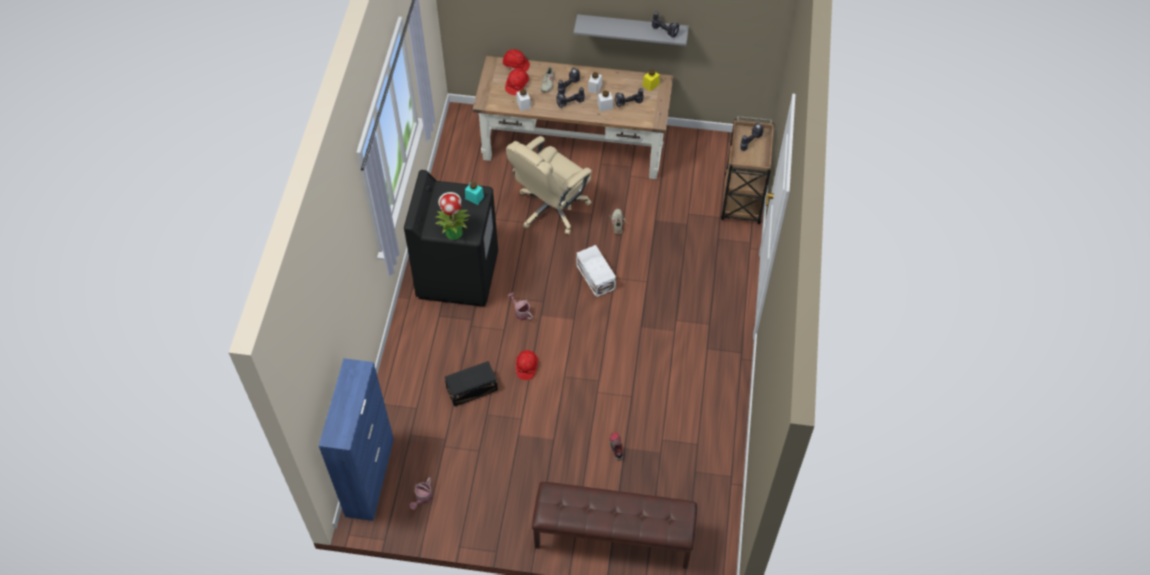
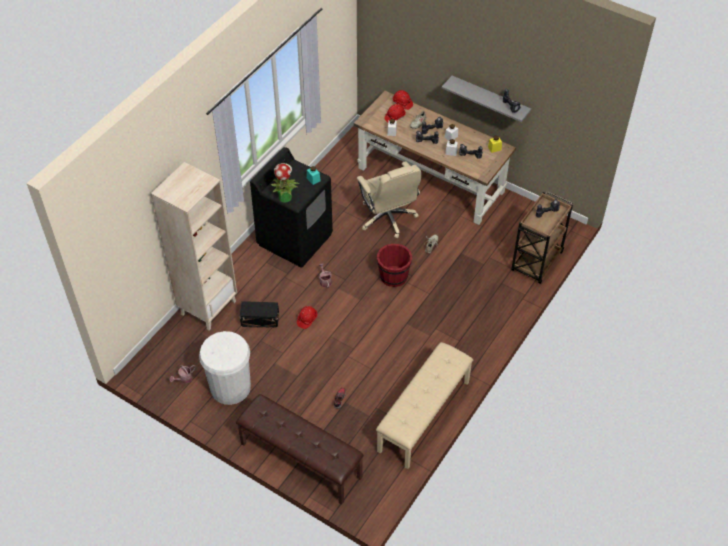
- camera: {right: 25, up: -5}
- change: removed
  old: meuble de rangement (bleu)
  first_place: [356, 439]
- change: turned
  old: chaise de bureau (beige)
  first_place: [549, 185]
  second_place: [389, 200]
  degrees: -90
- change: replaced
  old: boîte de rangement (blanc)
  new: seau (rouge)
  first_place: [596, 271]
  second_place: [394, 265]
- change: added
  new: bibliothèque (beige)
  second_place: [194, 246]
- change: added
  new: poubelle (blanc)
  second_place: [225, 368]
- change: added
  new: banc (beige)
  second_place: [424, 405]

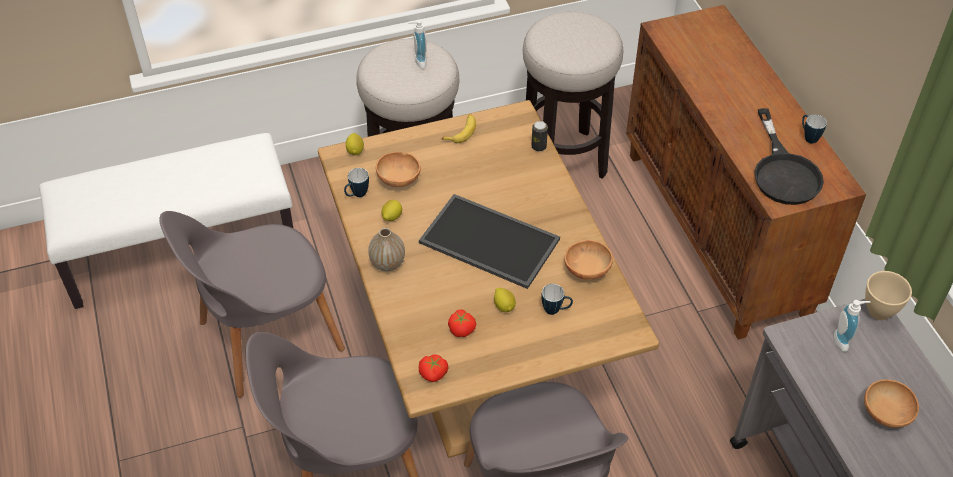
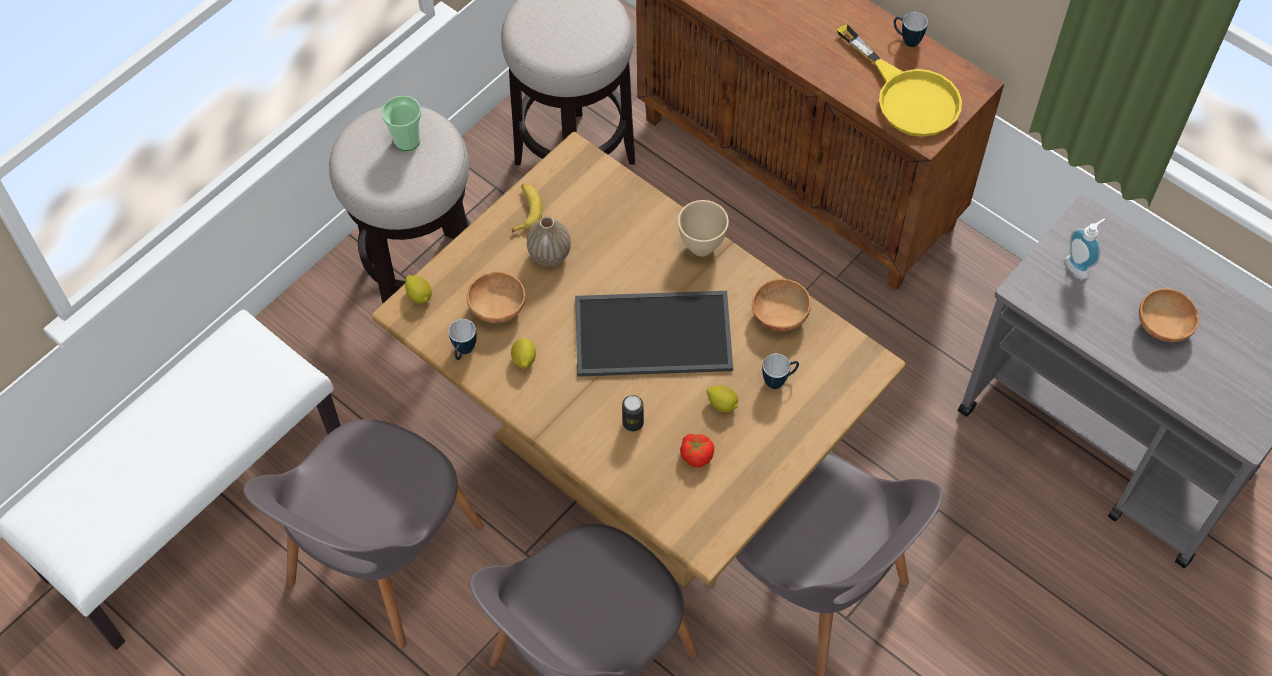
- camera: {right: -30, up: 10}
- change: moved
  old: vase
  first_place: [386, 249]
  second_place: [549, 241]
- change: replaced
  old: distributeur de savon
  new: tasse
  first_place: [417, 44]
  second_place: [401, 123]
- change: removed
  old: tomate
  first_place: [434, 368]
- change: moved
  old: boîte métallique
  first_place: [539, 136]
  second_place: [633, 413]
- change: recoloured
  old: poêle (noir)
  new: poêle (jaune)
  first_place: [789, 156]
  second_place: [899, 80]
- change: moved
  old: bol (beige)
  first_place: [888, 295]
  second_place: [703, 228]

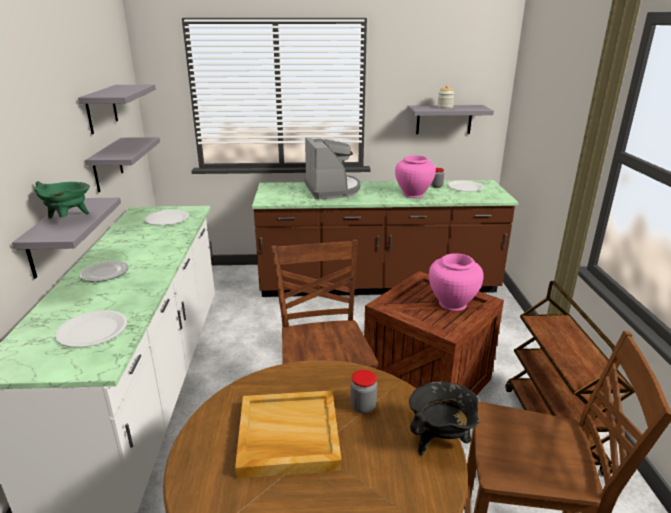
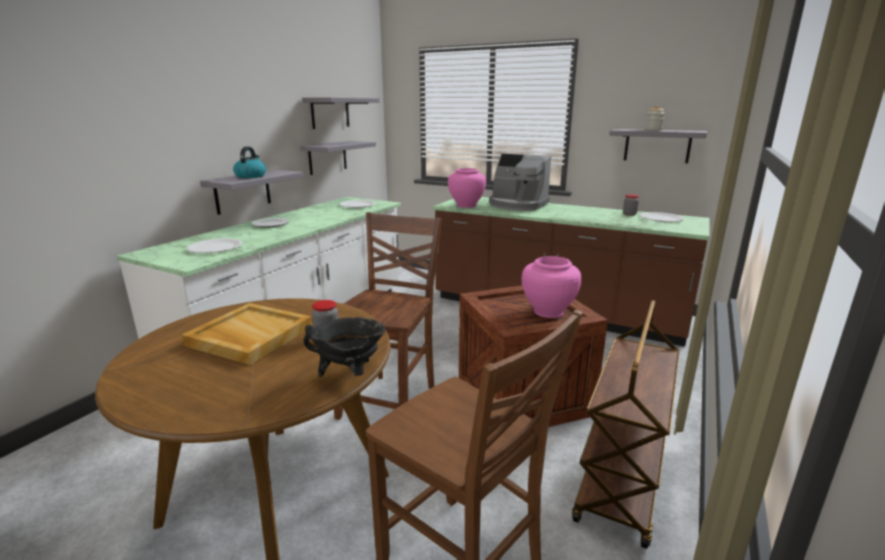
- camera: {right: 30, up: -5}
- change: replaced
  old: marmite (vert)
  new: bouilloire
  first_place: [62, 200]
  second_place: [249, 162]
- change: turned
  old: machine à café
  first_place: [332, 168]
  second_place: [520, 182]
  degrees: 105
- change: moved
  old: vase (rose)
  first_place: [415, 176]
  second_place: [467, 188]

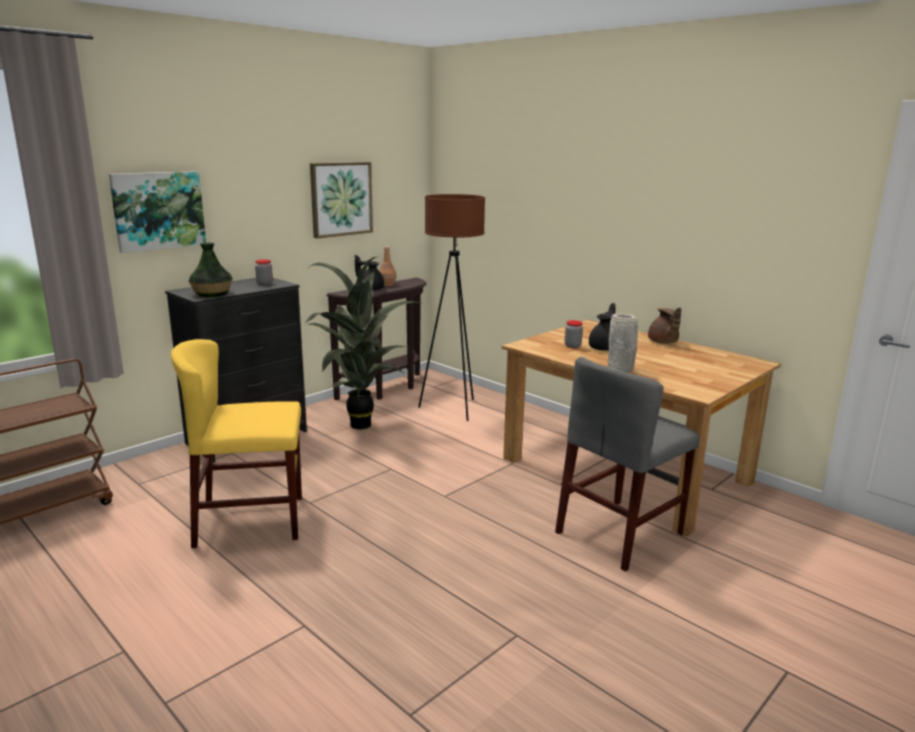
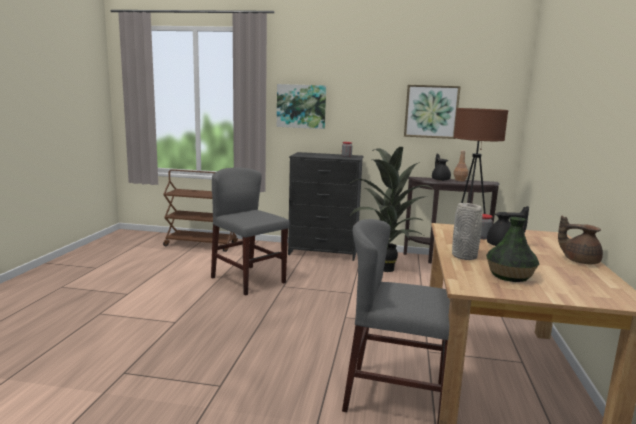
- camera: {right: 55, up: -5}
- change: recoloured
  old: chaise (jaune)
  new: chaise (gris)
  first_place: [236, 443]
  second_place: [250, 232]
- change: moved
  old: vase
  first_place: [211, 270]
  second_place: [512, 249]
- change: turned
  old: théière (marron)
  first_place: [664, 326]
  second_place: [580, 239]
  degrees: 75

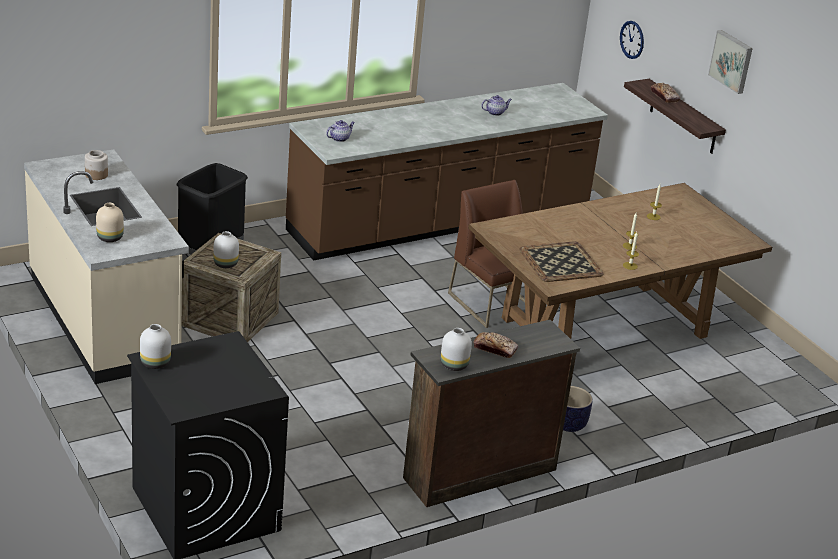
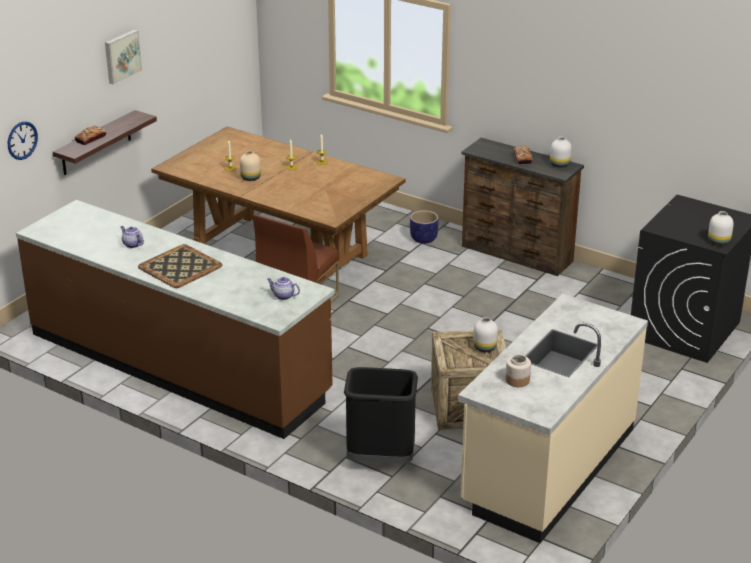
- camera: {right: -115, up: 0}
- change: moved
  old: vase (beige)
  first_place: [110, 222]
  second_place: [250, 166]
- change: moved
  old: plateau
  first_place: [561, 262]
  second_place: [180, 266]

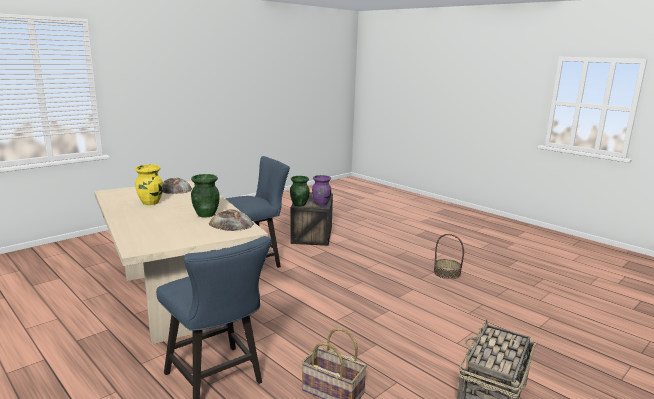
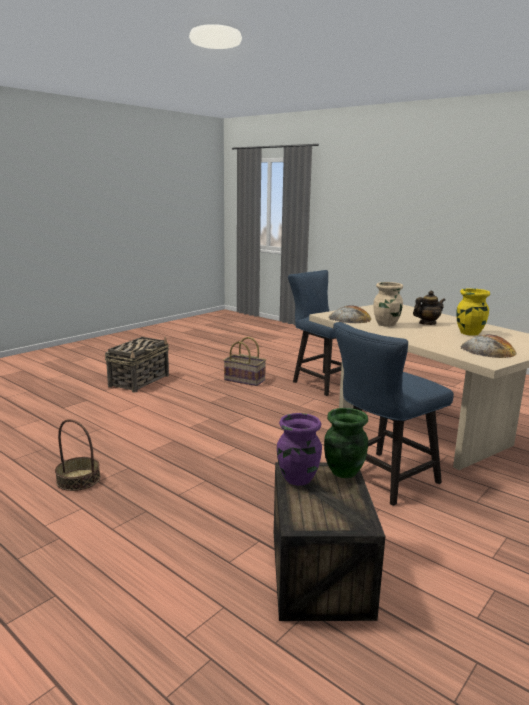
- camera: {right: 175, up: 0}
- change: recoloured
  old: vase (vert)
  new: vase (beige)
  first_place: [205, 195]
  second_place: [388, 304]
- change: added
  new: théière
  second_place: [429, 308]

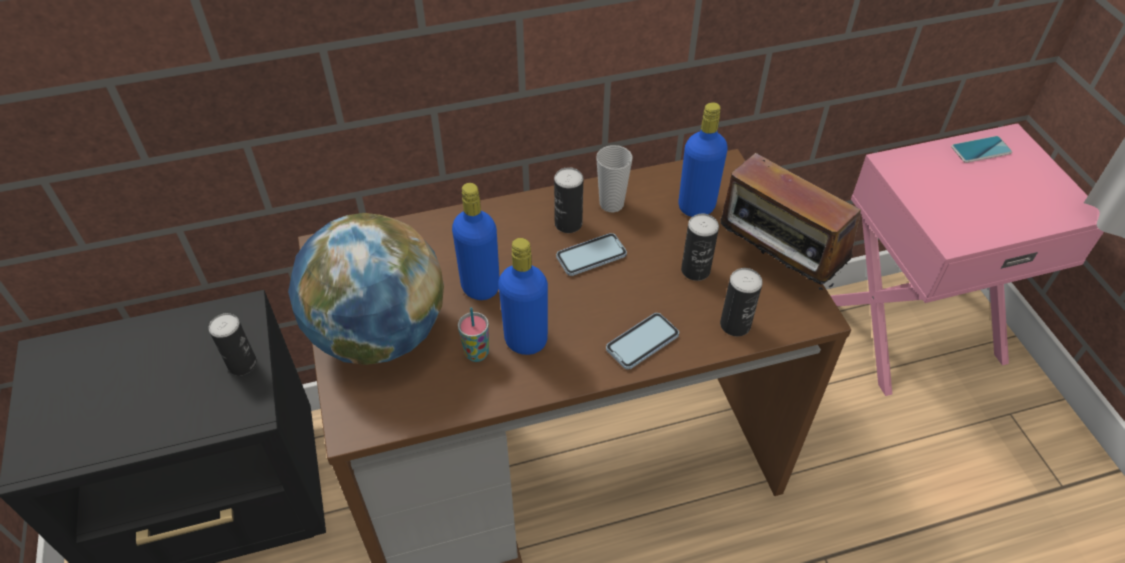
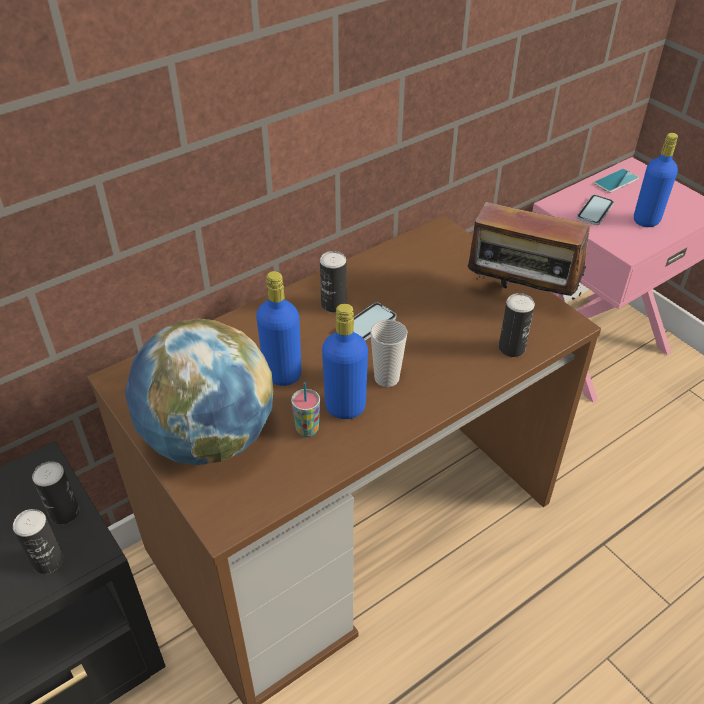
- camera: {right: -20, up: -5}
- change: moved
  old: tasse
  first_place: [614, 178]
  second_place: [388, 353]
- change: moved
  old: téléphone
  first_place: [642, 341]
  second_place: [595, 210]
- change: moved
  old: bouteille (bleu)
  first_place: [703, 159]
  second_place: [656, 180]
- change: moved
  old: boîte métallique
  first_place: [700, 247]
  second_place: [38, 541]

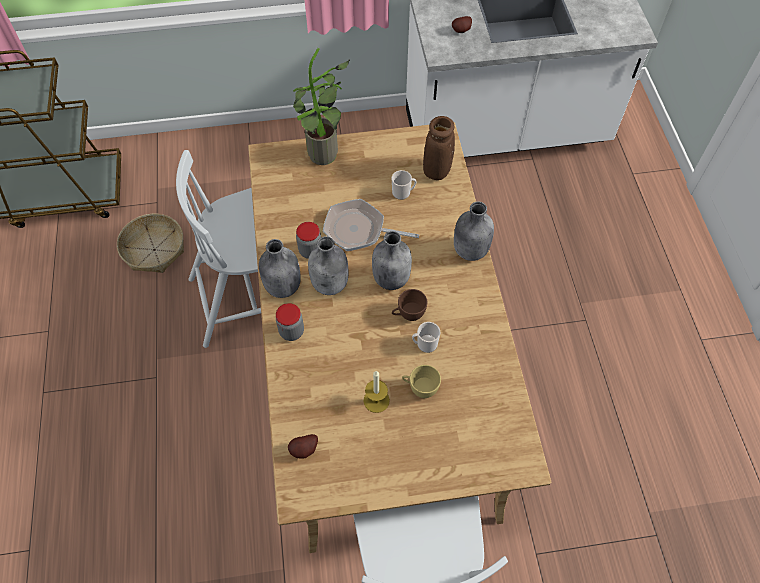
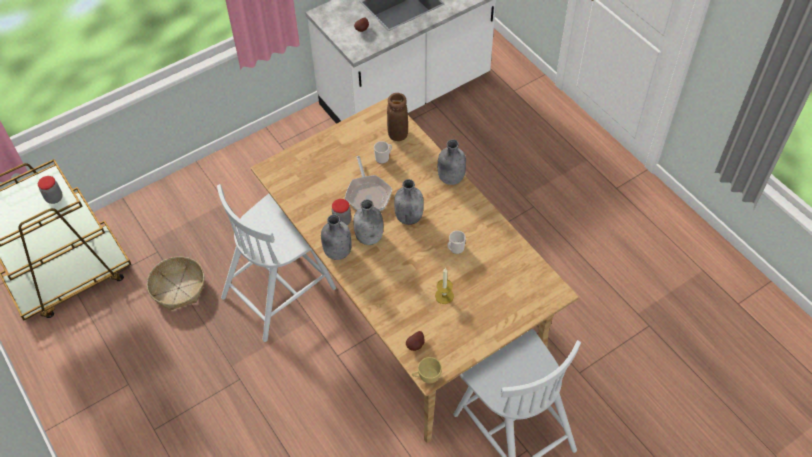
- camera: {right: -25, up: -5}
- change: moved
  old: bocal
  first_place: [290, 322]
  second_place: [50, 190]
- change: removed
  old: plante en pot
  first_place: [321, 106]
- change: turned
  old: poêle
  first_place: [371, 225]
  second_place: [368, 183]
  degrees: -90
- change: removed
  old: tasse (marron)
  first_place: [409, 305]
- change: moved
  old: tasse (jaune)
  first_place: [421, 381]
  second_place: [427, 370]

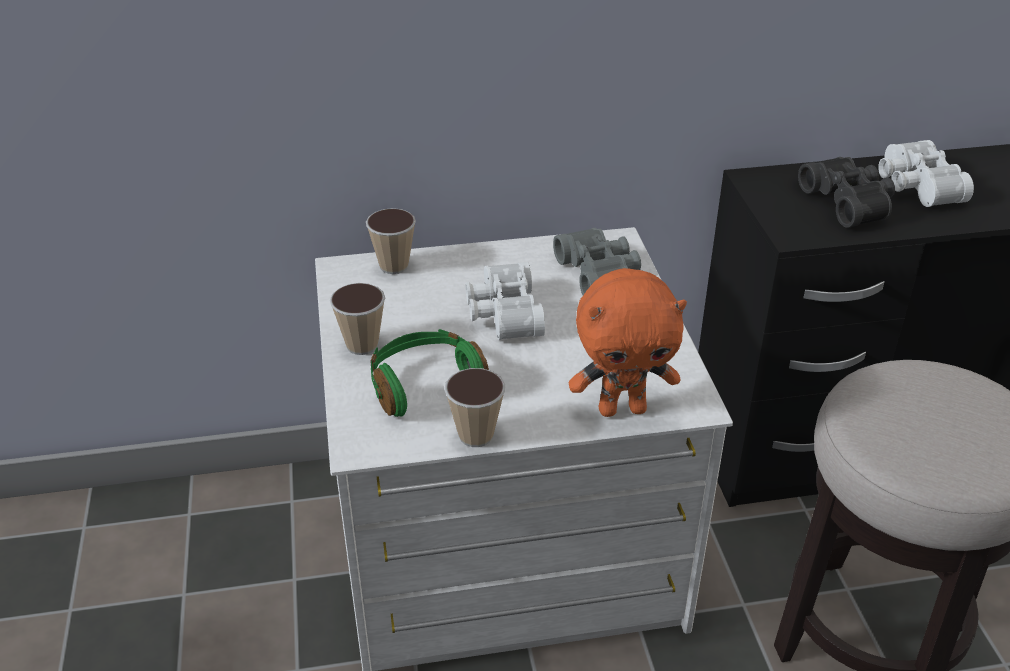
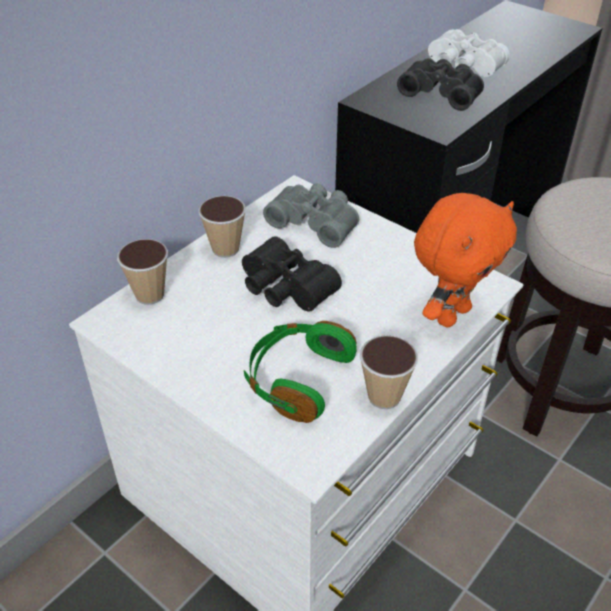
- camera: {right: -40, up: 5}
- change: moved
  old: tasse
  first_place: [357, 319]
  second_place: [222, 227]
- change: recoloured
  old: jumelles (blanc)
  new: jumelles (noir)
  first_place: [505, 301]
  second_place: [292, 274]

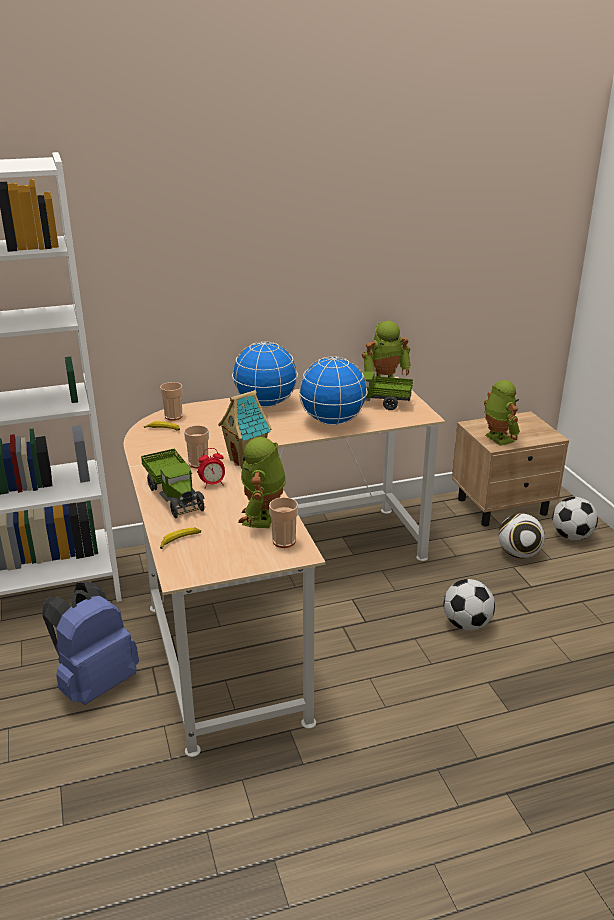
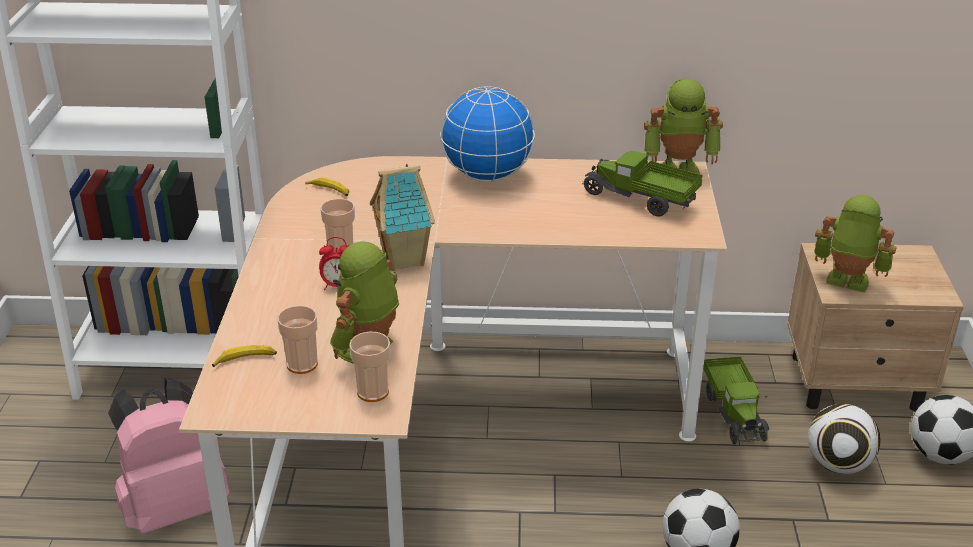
- camera: {right: 20, up: 5}
- change: recoloured
  old: sac à dos (bleu)
  new: sac à dos (rose)
  first_place: [90, 643]
  second_place: [168, 455]
- change: moved
  old: camion jouet
  first_place: [173, 483]
  second_place: [736, 400]
- change: moved
  old: tasse
  first_place: [171, 401]
  second_place: [297, 339]
- change: removed
  old: globe
  first_place: [333, 390]
- change: turned
  old: robot jouet
  first_place: [502, 413]
  second_place: [855, 244]
  degrees: -60

